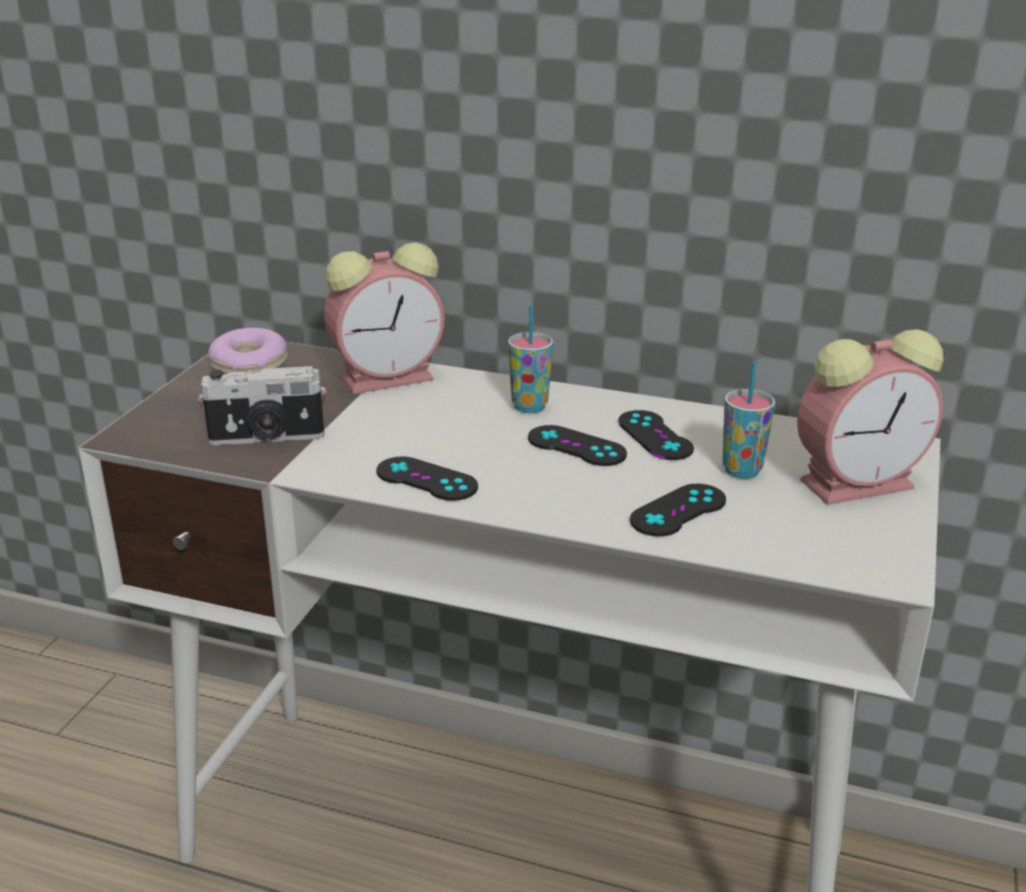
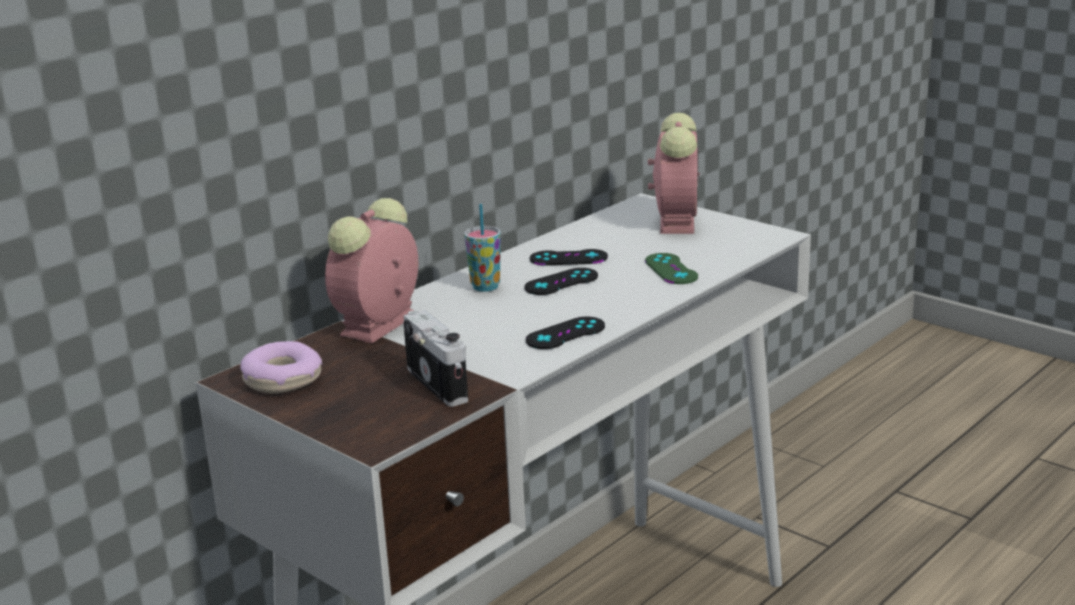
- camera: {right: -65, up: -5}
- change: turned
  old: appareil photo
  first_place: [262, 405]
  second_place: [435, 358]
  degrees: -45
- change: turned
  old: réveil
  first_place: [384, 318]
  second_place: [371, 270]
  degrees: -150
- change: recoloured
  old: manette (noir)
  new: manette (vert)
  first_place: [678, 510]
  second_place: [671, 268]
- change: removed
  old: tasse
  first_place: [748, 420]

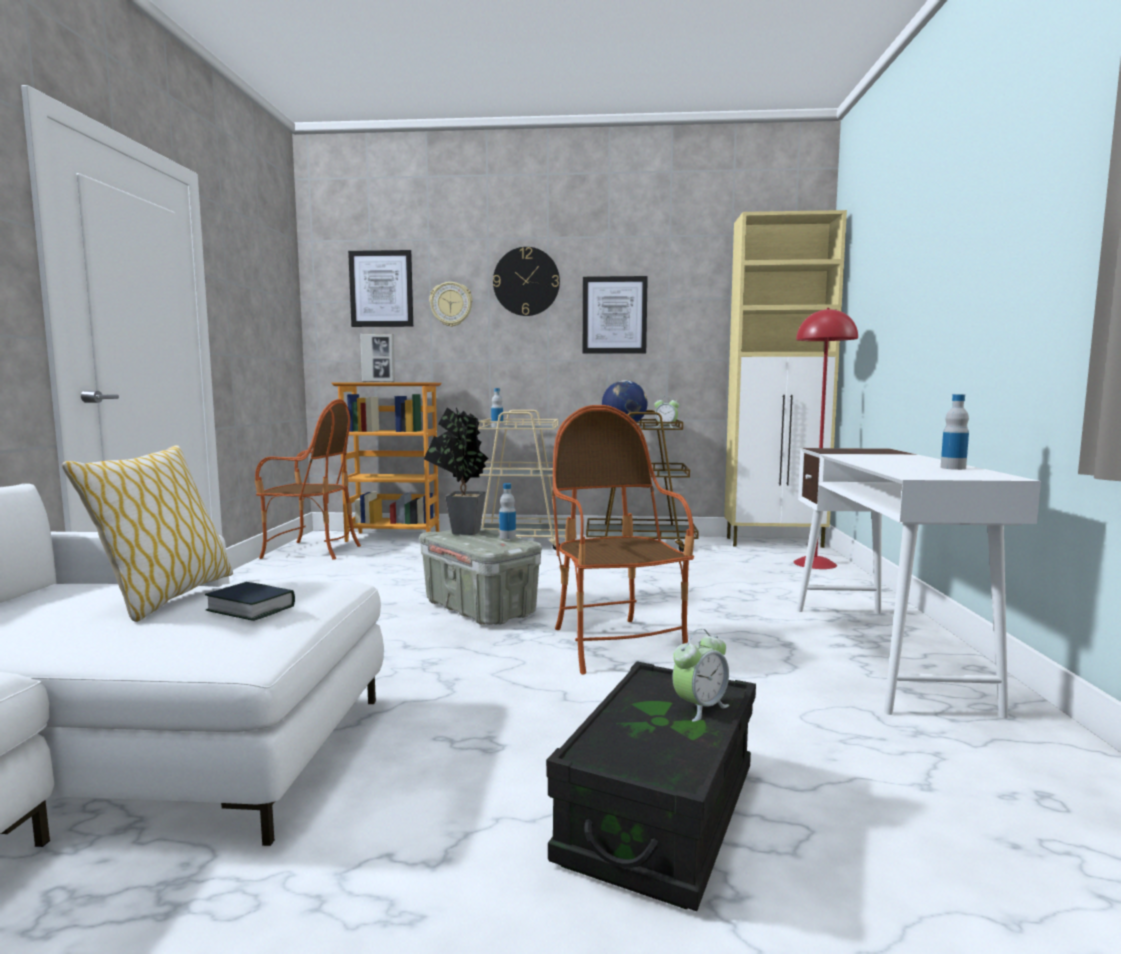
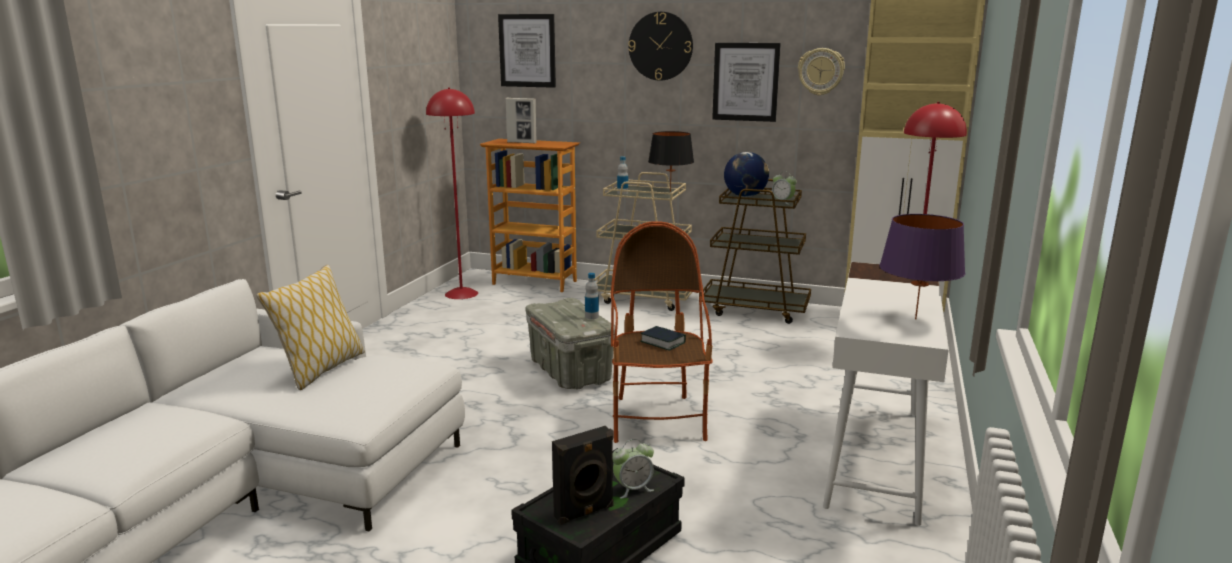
- camera: {right: 15, up: 10}
- change: moved
  old: livre
  first_place: [250, 601]
  second_place: [663, 338]
- change: replaced
  old: fauteuil
  new: lampadaire (rouge)
  first_place: [308, 479]
  second_place: [452, 193]
- change: removed
  old: plante en pot
  first_place: [456, 471]
- change: moved
  old: horloge murale
  first_place: [451, 304]
  second_place: [821, 72]
- change: replaced
  old: bouteille
  new: lampe de table (violet)
  first_place: [955, 432]
  second_place: [922, 266]
- change: added
  new: enceinte (noir)
  second_place: [582, 475]
- change: added
  new: lampe de table (noir)
  second_place: [671, 161]

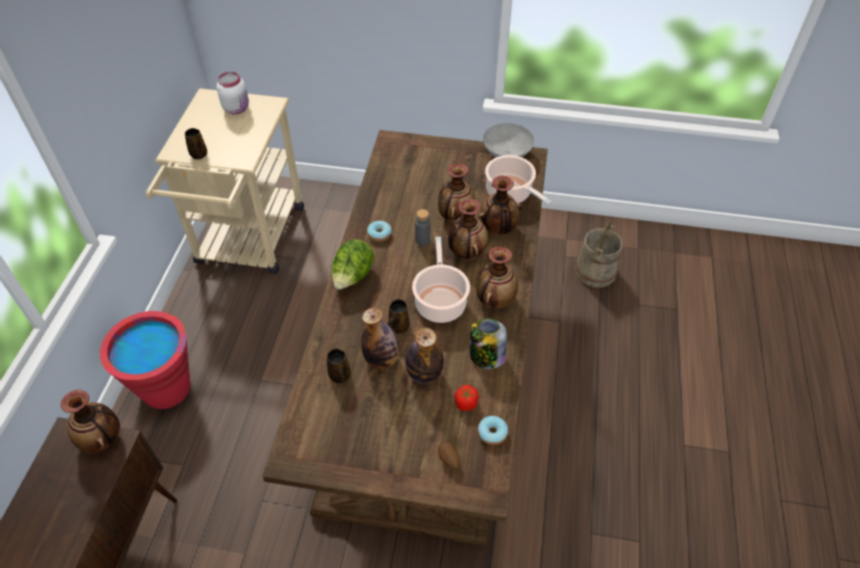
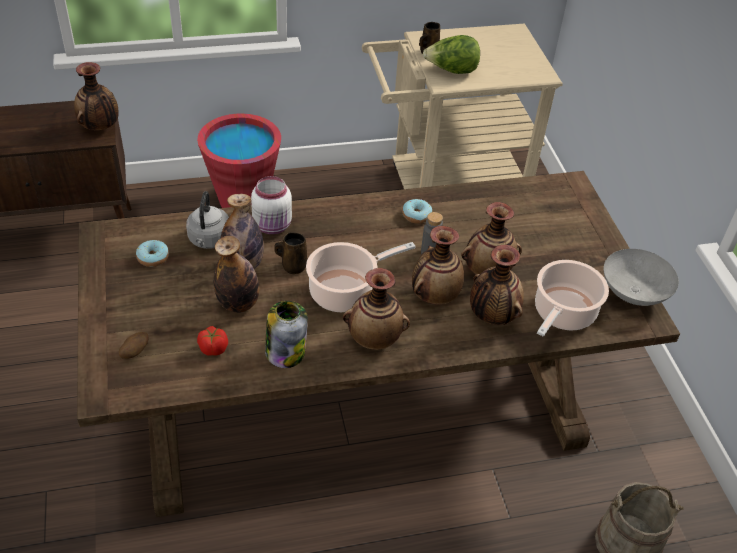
- camera: {right: 65, up: -5}
- change: moved
  old: bocal (blanc)
  first_place: [233, 93]
  second_place: [271, 205]
- change: replaced
  old: mug (marron)
  new: bouilloire (gris)
  first_place: [339, 365]
  second_place: [207, 220]
- change: moved
  old: laitue
  first_place: [352, 264]
  second_place: [451, 54]
- change: moved
  old: beignet
  first_place: [493, 430]
  second_place: [152, 253]

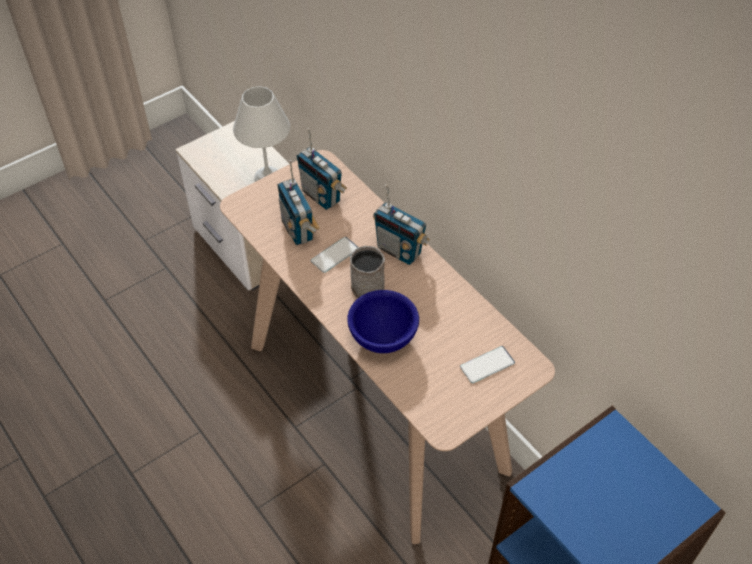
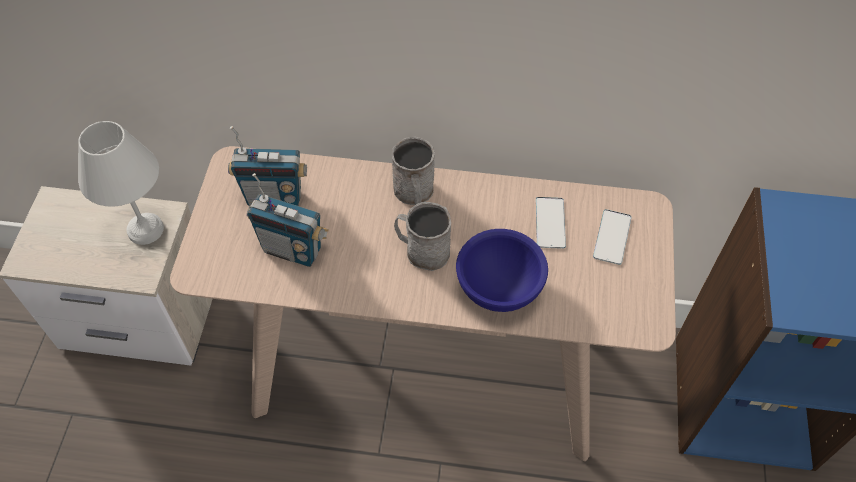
- camera: {right: -45, up: 5}
- change: moved
  old: téléphone
  first_place: [335, 255]
  second_place: [551, 223]
- change: replaced
  old: radio
  new: mug (gris)
  first_place: [401, 224]
  second_place: [413, 170]

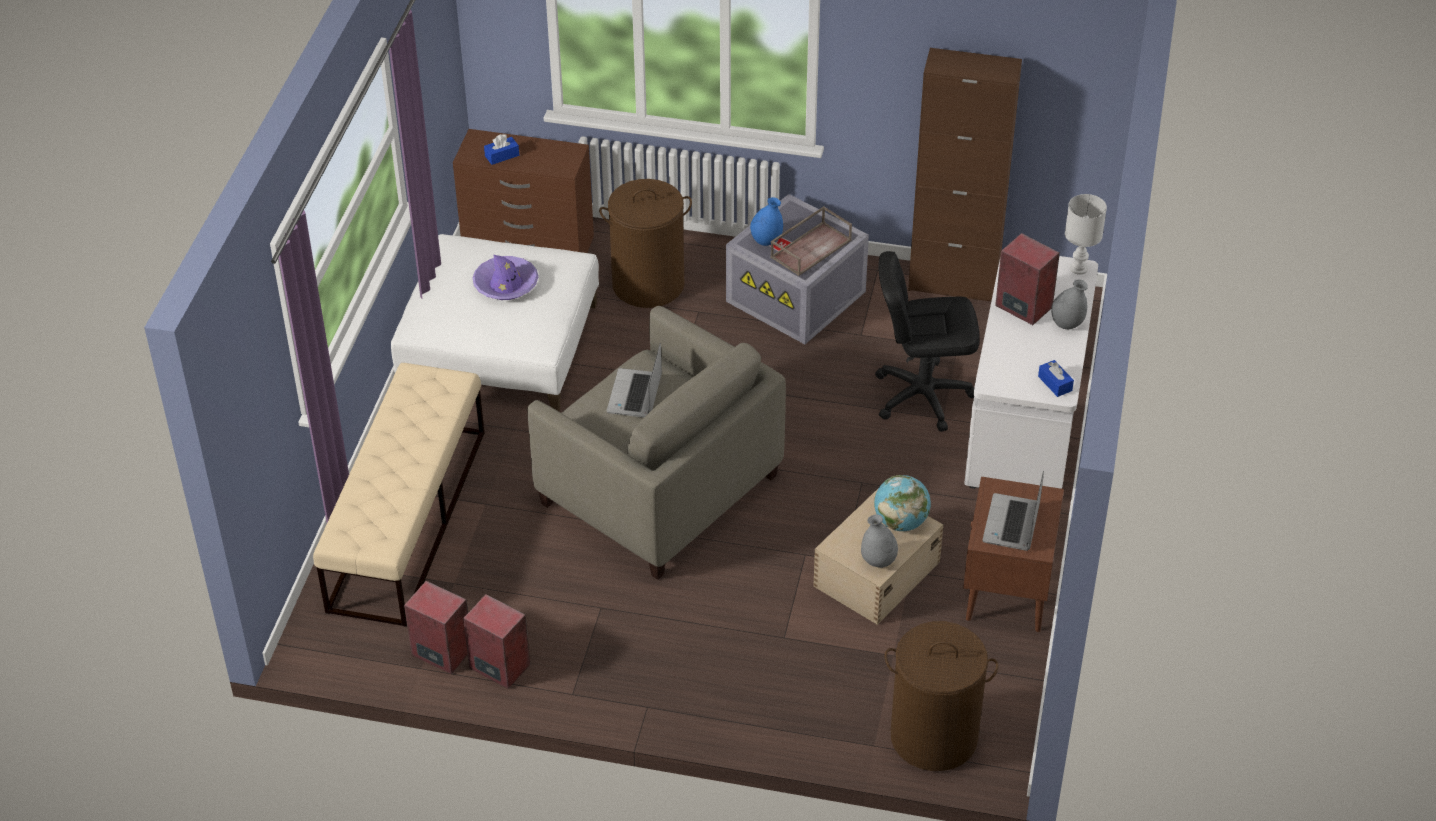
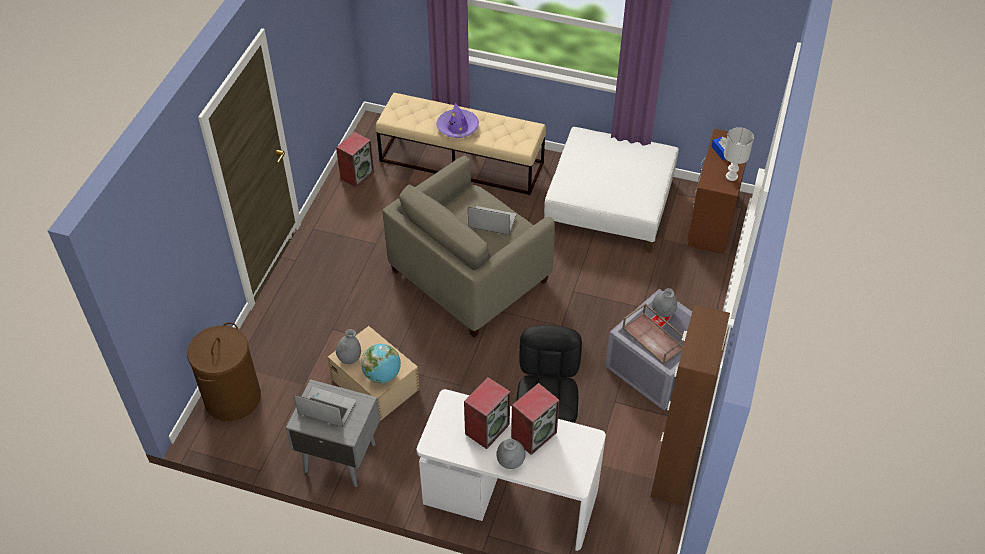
- camera: {right: 95, up: 5}
- change: moved
  old: enceinte
  first_place: [496, 641]
  second_place: [487, 413]
- change: moved
  old: chapeau (violet)
  first_place: [505, 277]
  second_place: [457, 120]
- change: removed
  old: panier à linge (marron)
  first_place: [645, 243]
- change: recoloured
  old: vase (bleu)
  new: vase (gris)
  first_place: [766, 221]
  second_place: [664, 302]
- change: recoloured
  old: table de chevet (marron)
  new: table de chevet (gris)
  first_place: [1013, 554]
  second_place: [333, 433]
- change: removed
  old: boîte à mouchoirs (bleu)
  first_place: [1056, 378]
- change: moved
  old: lampe de table (blanc)
  first_place: [1086, 234]
  second_place: [739, 154]

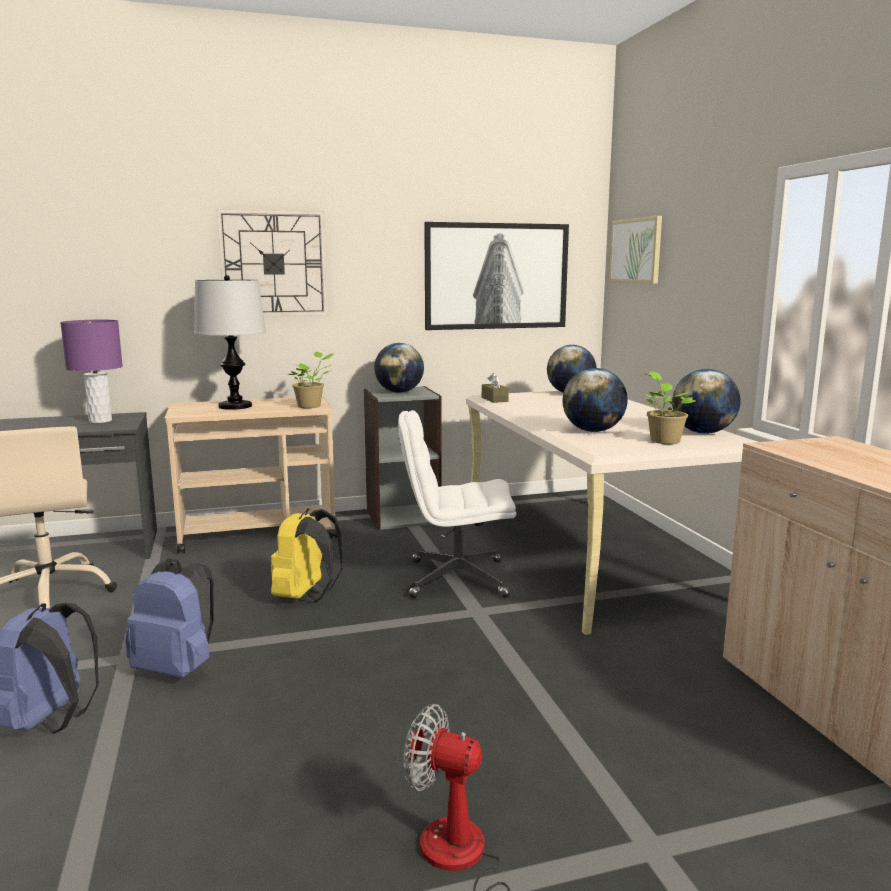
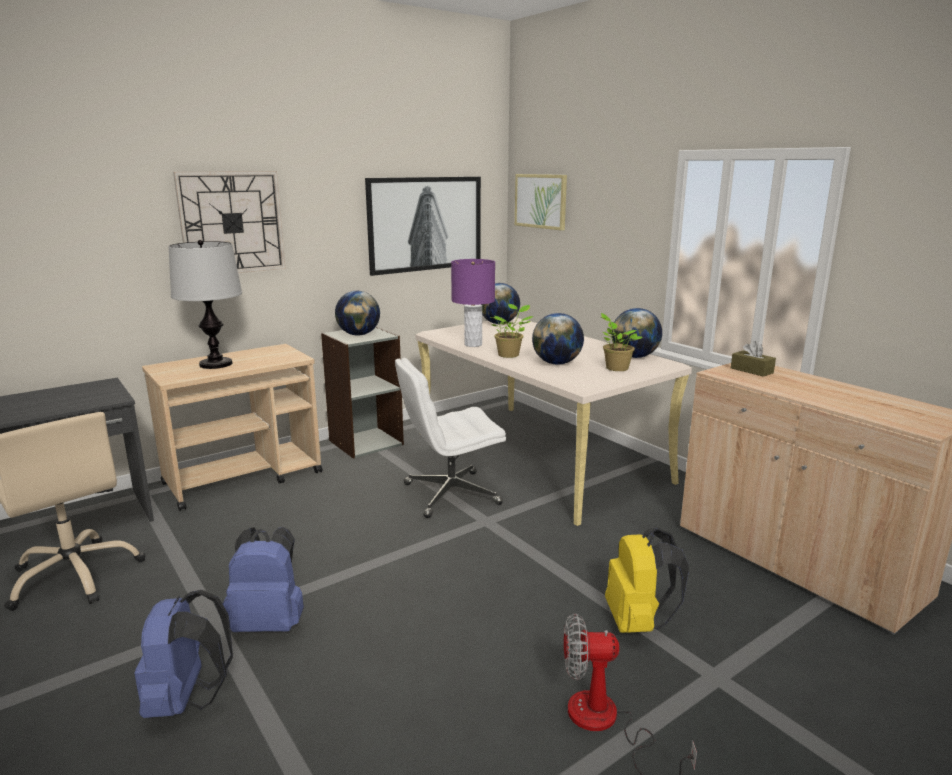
- camera: {right: -20, up: 5}
- change: moved
  old: lampe de table (violet)
  first_place: [91, 371]
  second_place: [473, 303]
- change: moved
  old: sac à dos (jaune)
  first_place: [307, 555]
  second_place: [647, 580]
- change: moved
  old: plante en pot
  first_place: [311, 380]
  second_place: [512, 331]
- change: moved
  old: boîte à mouchoirs (marron)
  first_place: [495, 388]
  second_place: [753, 359]

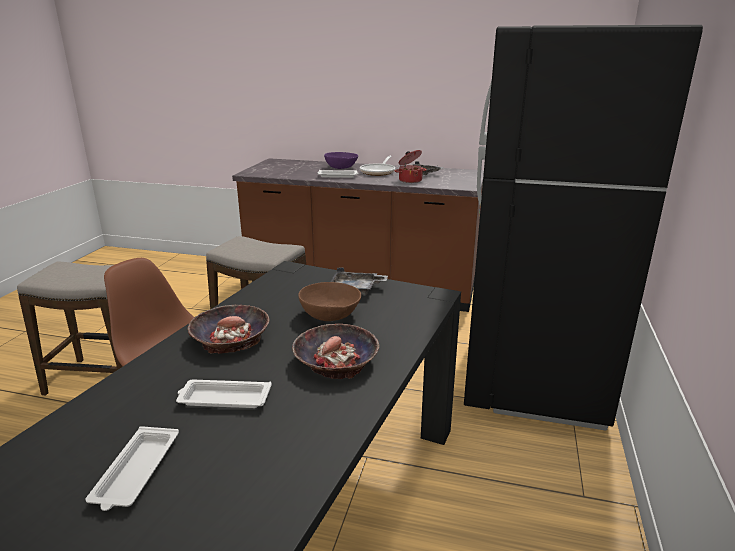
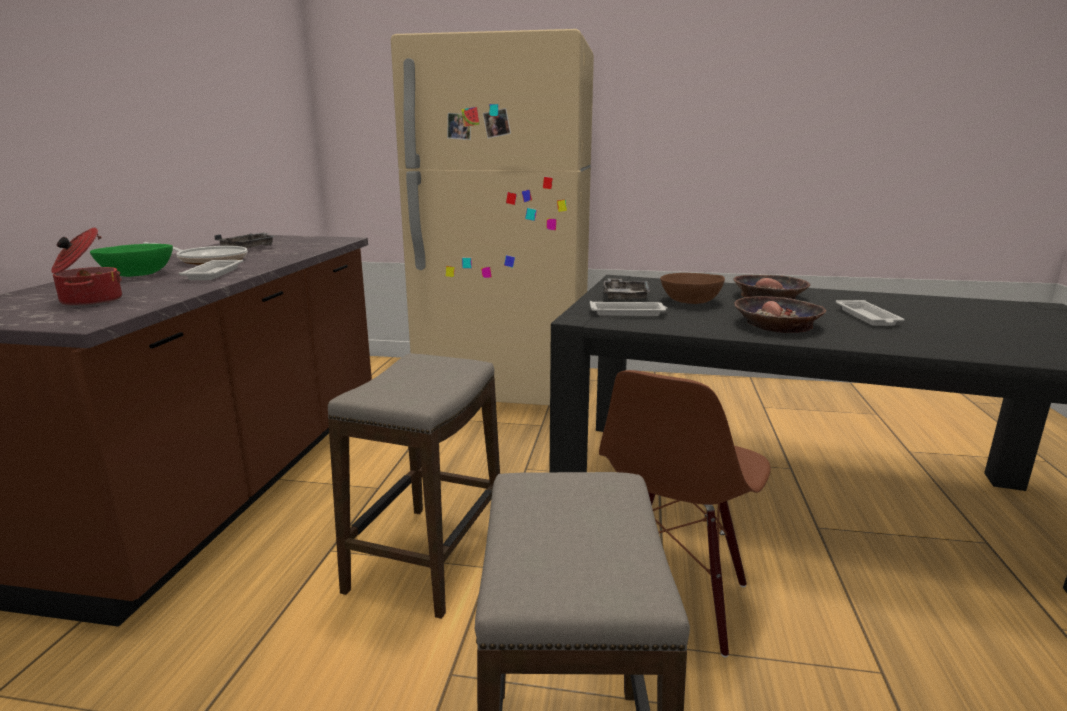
- camera: {right: -95, up: -5}
- change: moved
  old: plateau (blanc)
  first_place: [132, 468]
  second_place: [629, 308]
- change: recoloured
  old: bol (violet)
  new: bol (vert)
  first_place: [341, 160]
  second_place: [131, 260]
- change: moved
  old: marmite
  first_place: [411, 166]
  second_place: [86, 267]
- change: recoloured
  old: réfrigérateur (noir)
  new: réfrigérateur (beige)
  first_place: [583, 227]
  second_place: [492, 217]

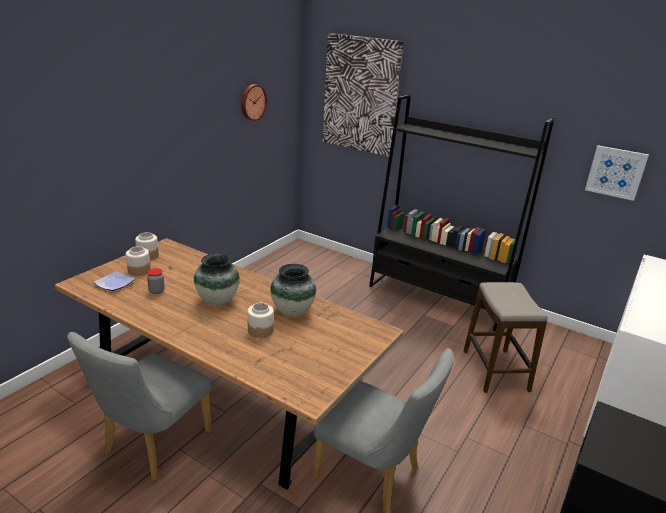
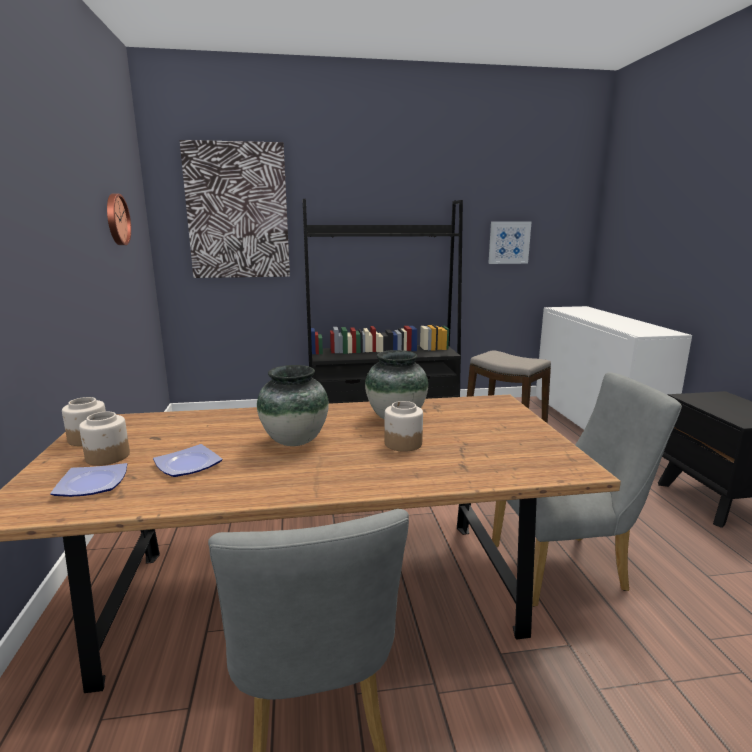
- camera: {right: -40, up: -10}
- change: replaced
  old: bocal
  new: assiette
  first_place: [156, 281]
  second_place: [188, 460]

